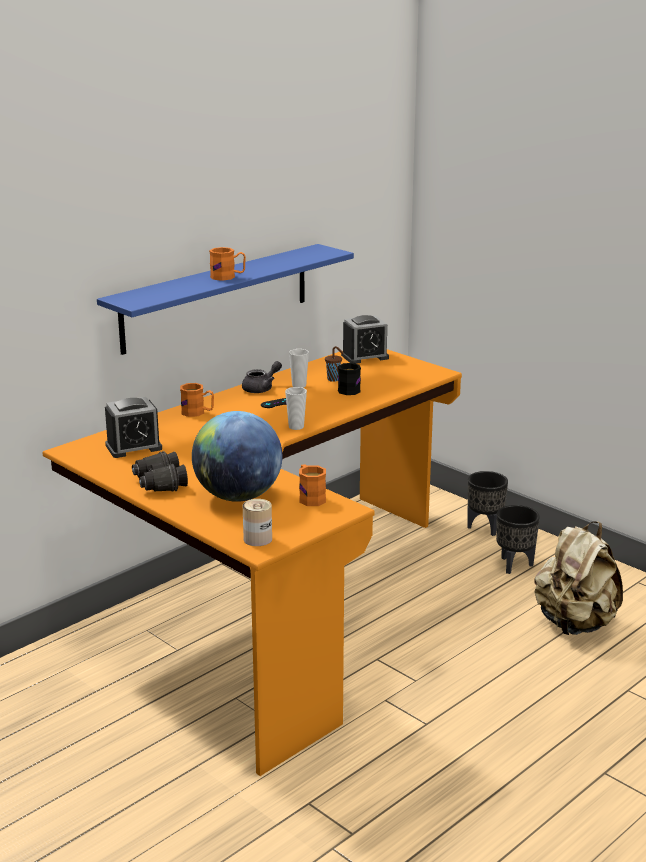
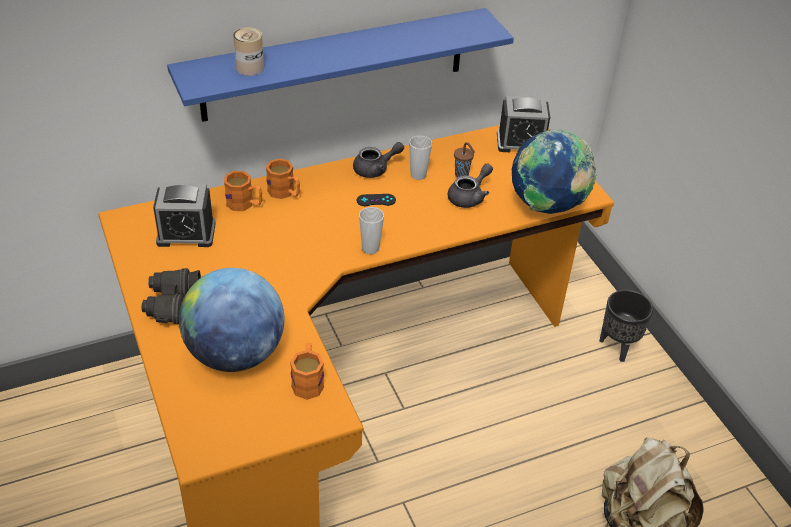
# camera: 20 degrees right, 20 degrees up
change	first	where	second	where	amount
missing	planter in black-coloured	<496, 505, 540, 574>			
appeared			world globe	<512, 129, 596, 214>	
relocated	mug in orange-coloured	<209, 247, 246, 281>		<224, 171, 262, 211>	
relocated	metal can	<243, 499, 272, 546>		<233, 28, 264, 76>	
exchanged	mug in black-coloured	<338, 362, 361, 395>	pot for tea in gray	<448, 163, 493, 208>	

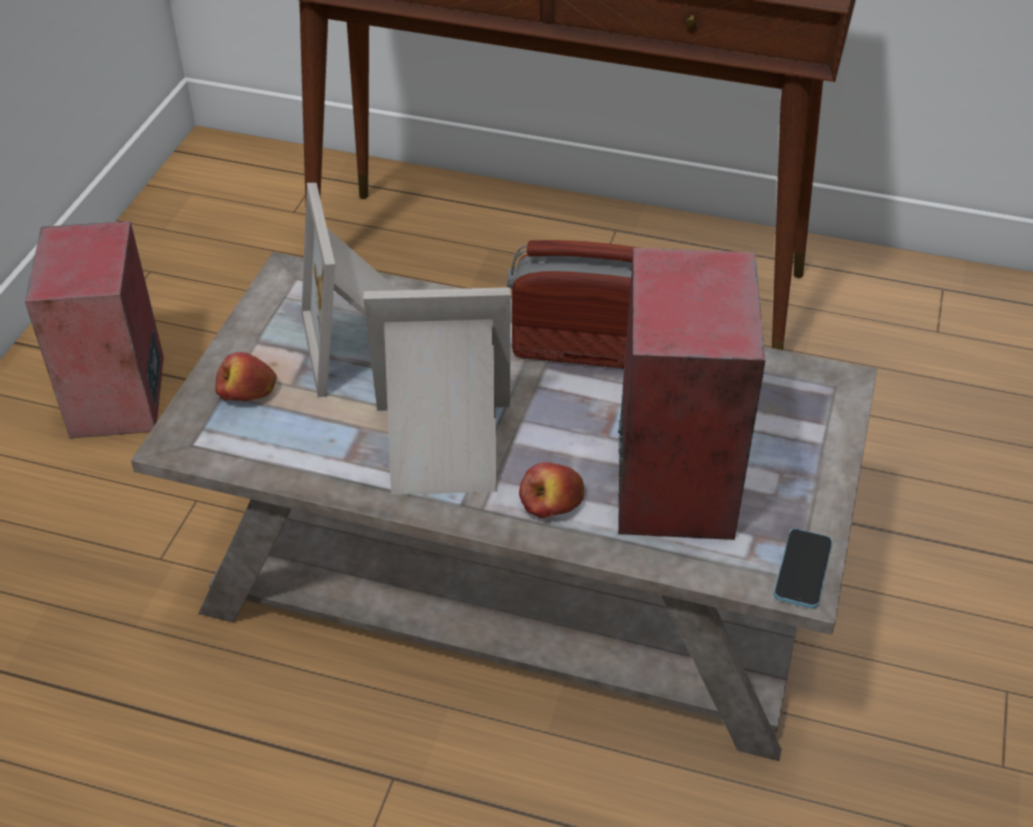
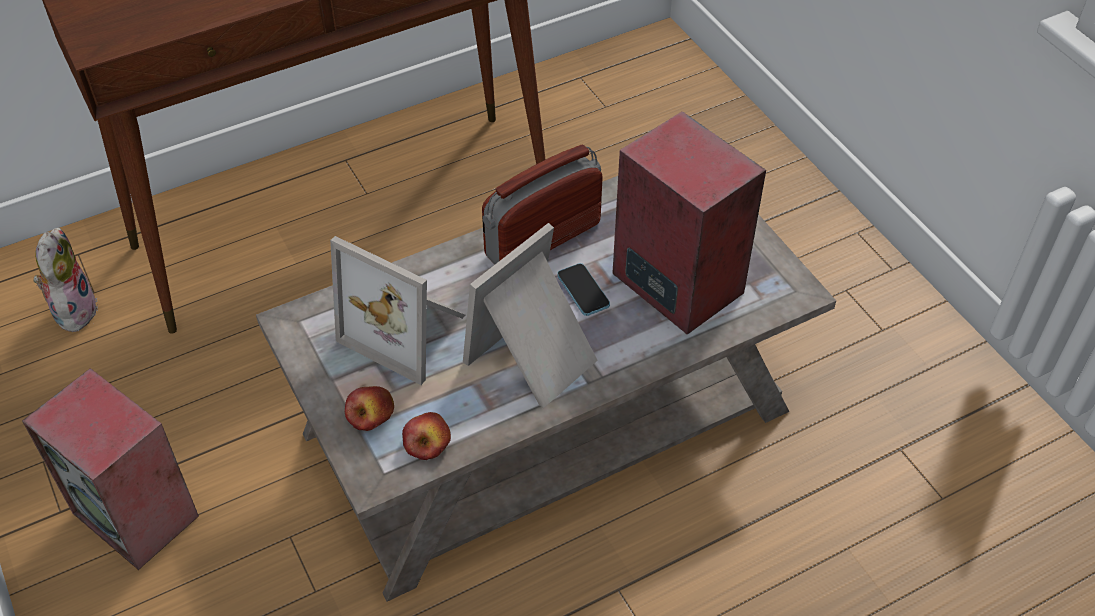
# camera: 45 degrees left, 5 degrees up
change	first	where	second	where	amount
appeared			plush toy	<34, 228, 98, 333>	
relocated	apple fruit	<519, 462, 584, 518>		<402, 412, 451, 460>	
relocated	handset	<774, 528, 833, 609>		<557, 263, 610, 316>	

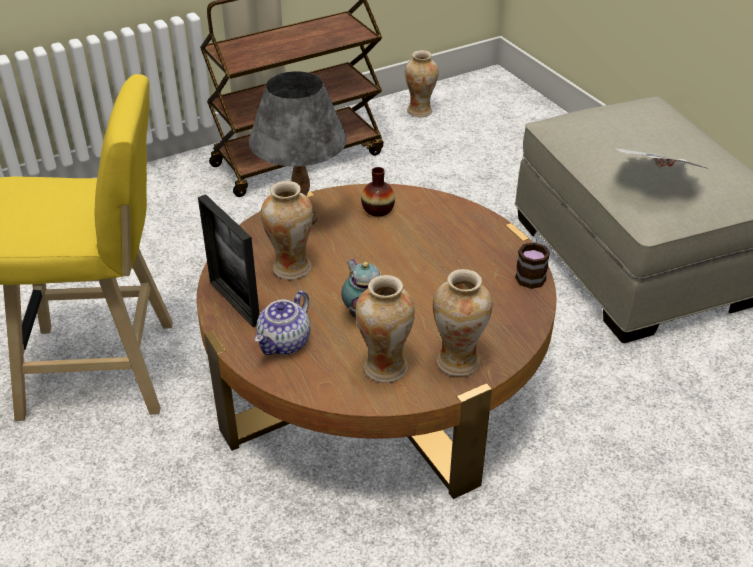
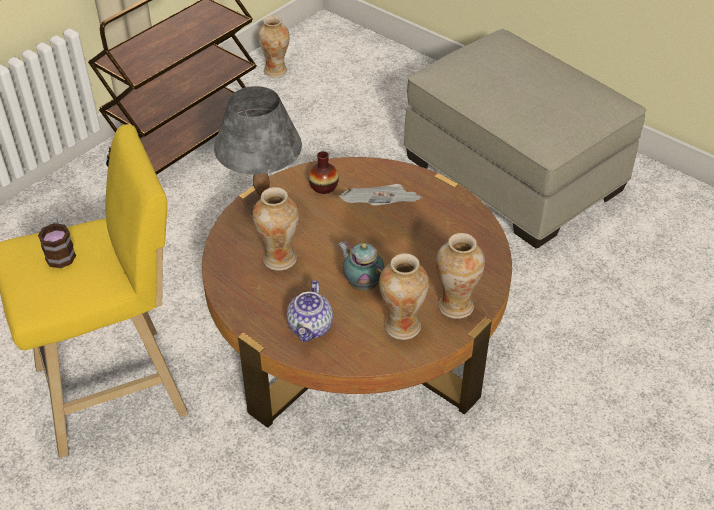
# camera: 20 degrees left, 5 degrees up
change	first	where	second	where	amount
missing	standing frame	<198, 194, 260, 327>			
relocated	mug	<515, 238, 550, 289>		<38, 218, 76, 268>	
relocated	printed paper	<615, 148, 708, 169>		<339, 184, 423, 206>	

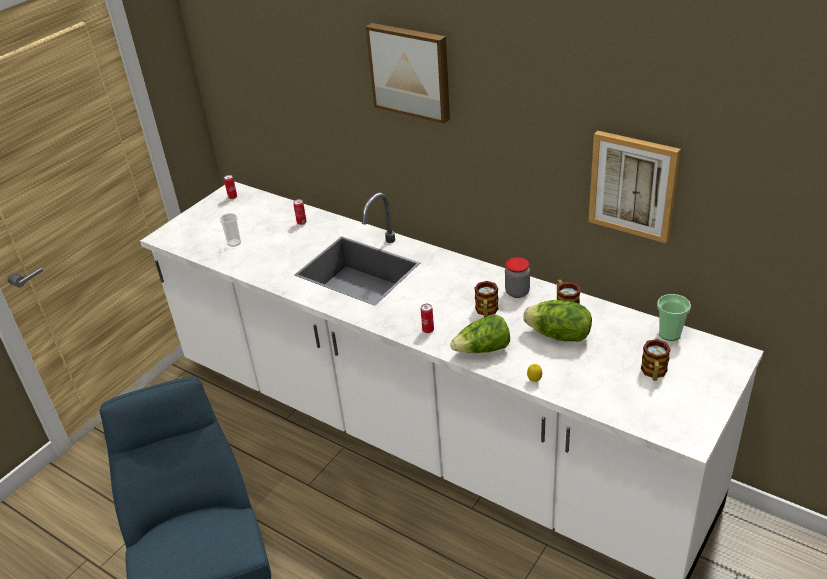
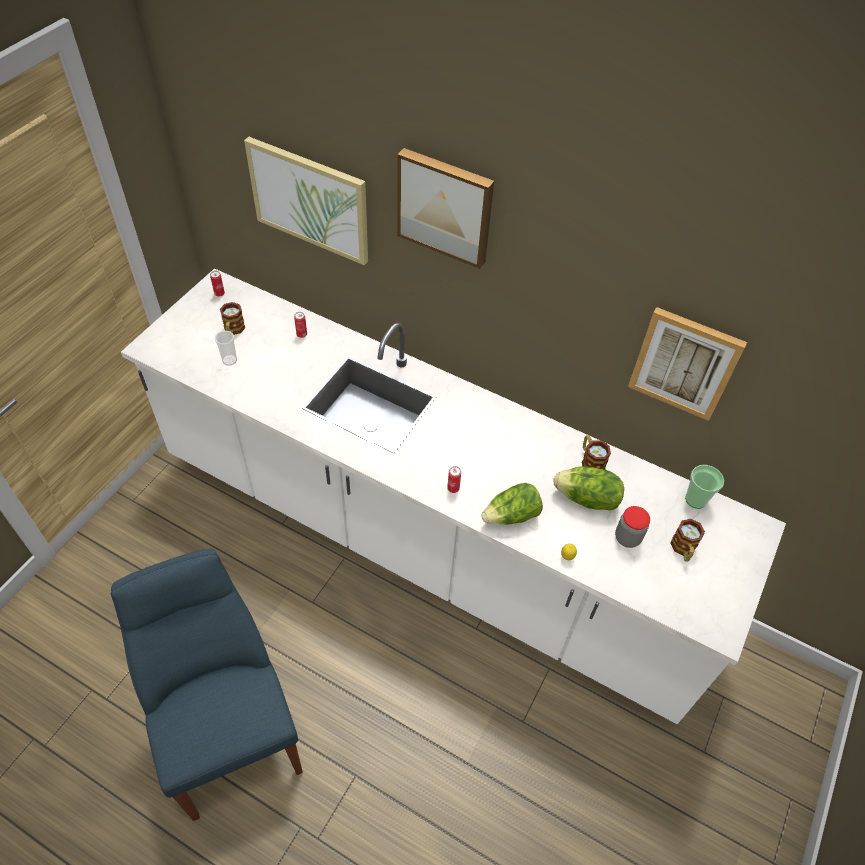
# camera: 10 degrees left, 15 degrees up
change	first	where	second	where	amount
appeared			picture	<244, 137, 368, 265>	
relocated	mug	<474, 281, 499, 317>		<220, 302, 245, 335>	
relocated	storage jar	<505, 257, 530, 298>		<615, 506, 650, 548>	

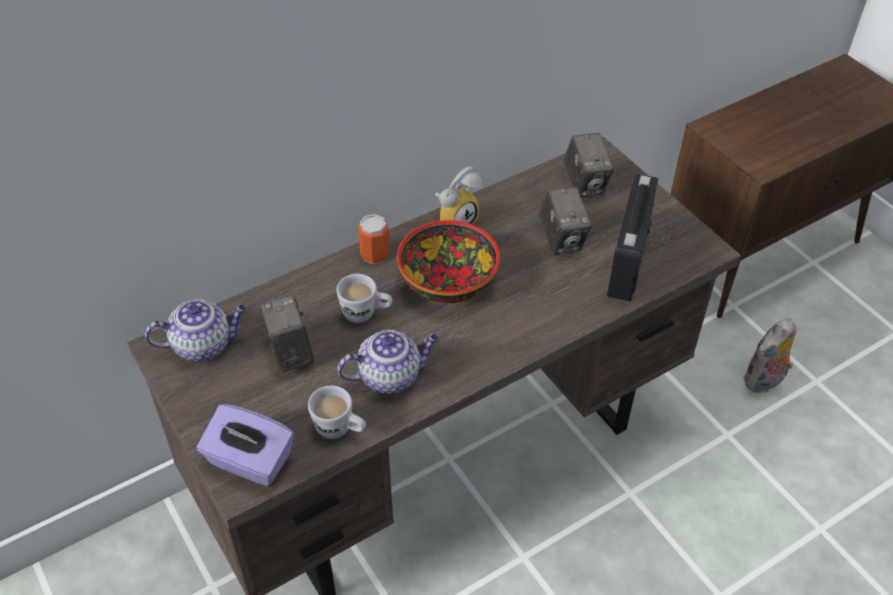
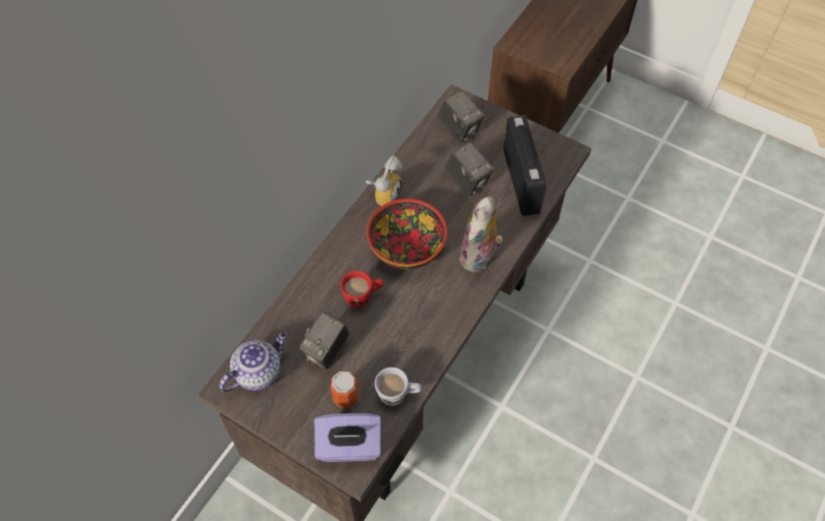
# camera: 25 degrees left, 10 degrees up
change	first	where	second	where	amount
missing	pot for tea	<337, 330, 439, 394>			
relocated	metal can	<358, 214, 390, 264>		<330, 371, 359, 408>	
relocated	plush toy	<743, 318, 796, 393>		<459, 196, 503, 272>	
colour	mug in white	<337, 274, 392, 323>	mug in red	<340, 271, 384, 308>	
spun	photo camera	<260, 295, 315, 373>		<299, 311, 349, 369>	105 degrees counterclockwise

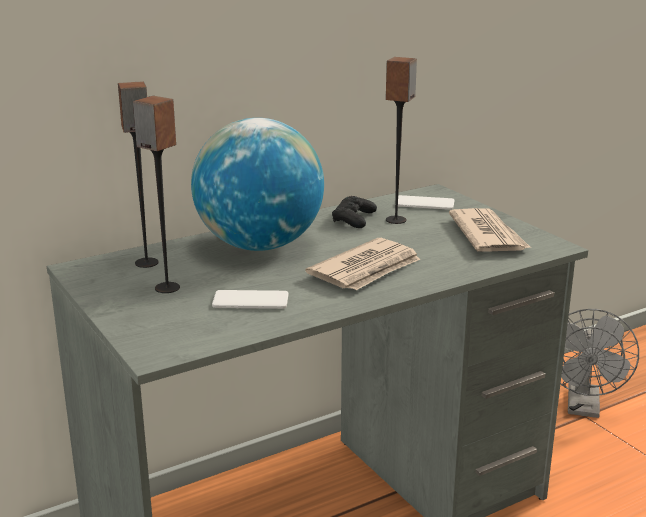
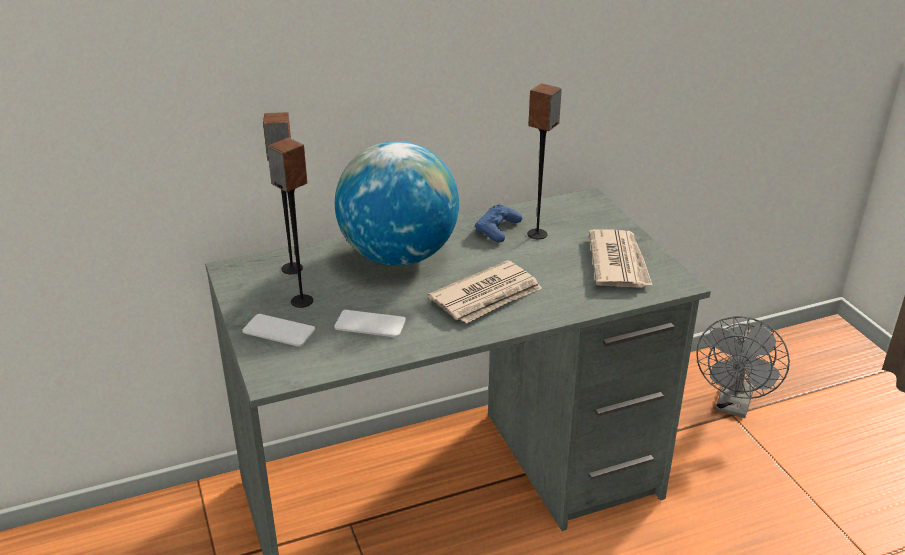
# camera: 10 degrees right, 10 degrees up
change	first	where	second	where	amount
relocated	handset	<398, 195, 454, 210>		<242, 314, 315, 347>	
colour	joypad in black-coloured	<332, 196, 377, 228>	joypad in blue-coloured	<475, 205, 523, 243>	

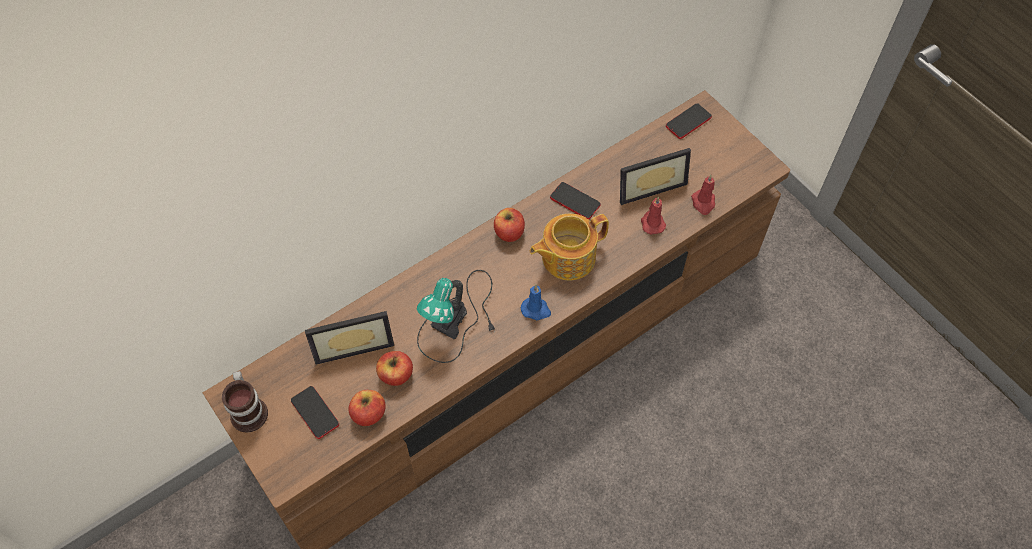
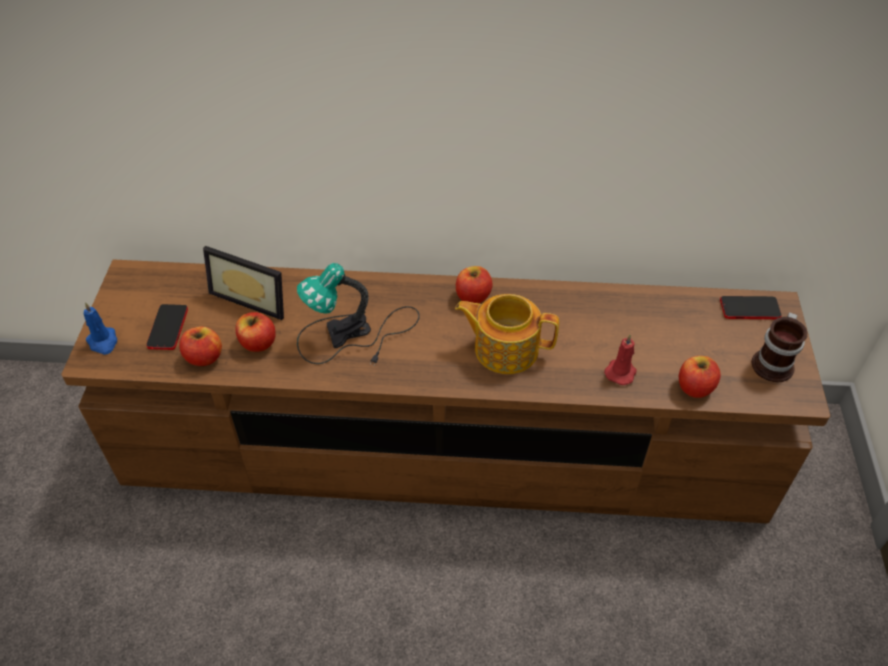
# camera: 40 degrees right, 10 degrees down
change	first	where	second	where	amount
missing	handset	<550, 182, 601, 220>			
missing	standing frame	<620, 148, 691, 205>			
relocated	mug	<222, 371, 268, 432>		<752, 312, 807, 382>	
relocated	wax candle in blue-coloured	<521, 285, 551, 320>		<84, 302, 117, 355>	
exchanged	wax candle in red	<691, 175, 715, 215>	apple fruit	<679, 356, 721, 398>	

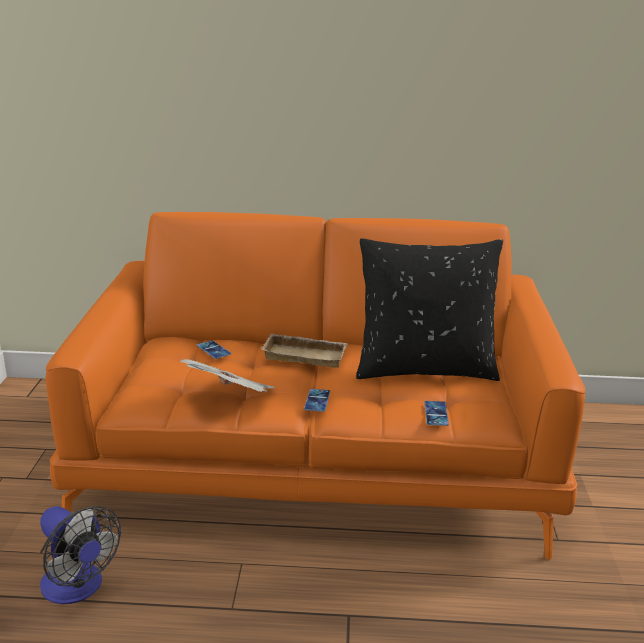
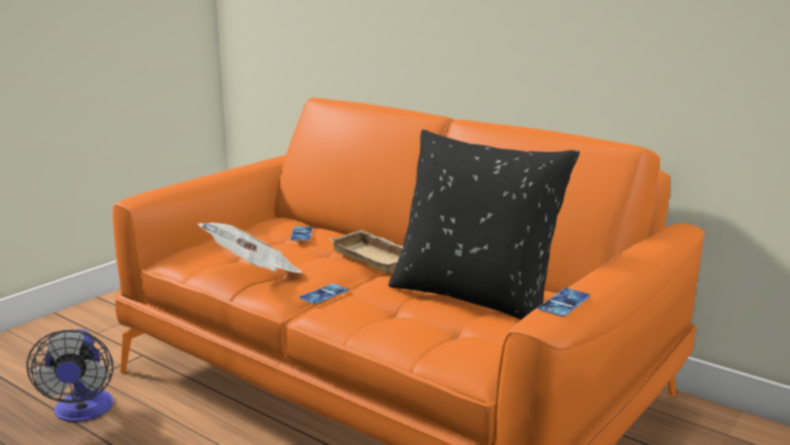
# camera: 35 degrees right, 5 degrees down
change	first	where	second	where	amount
relocated	handset	<424, 401, 449, 426>		<538, 288, 590, 317>	

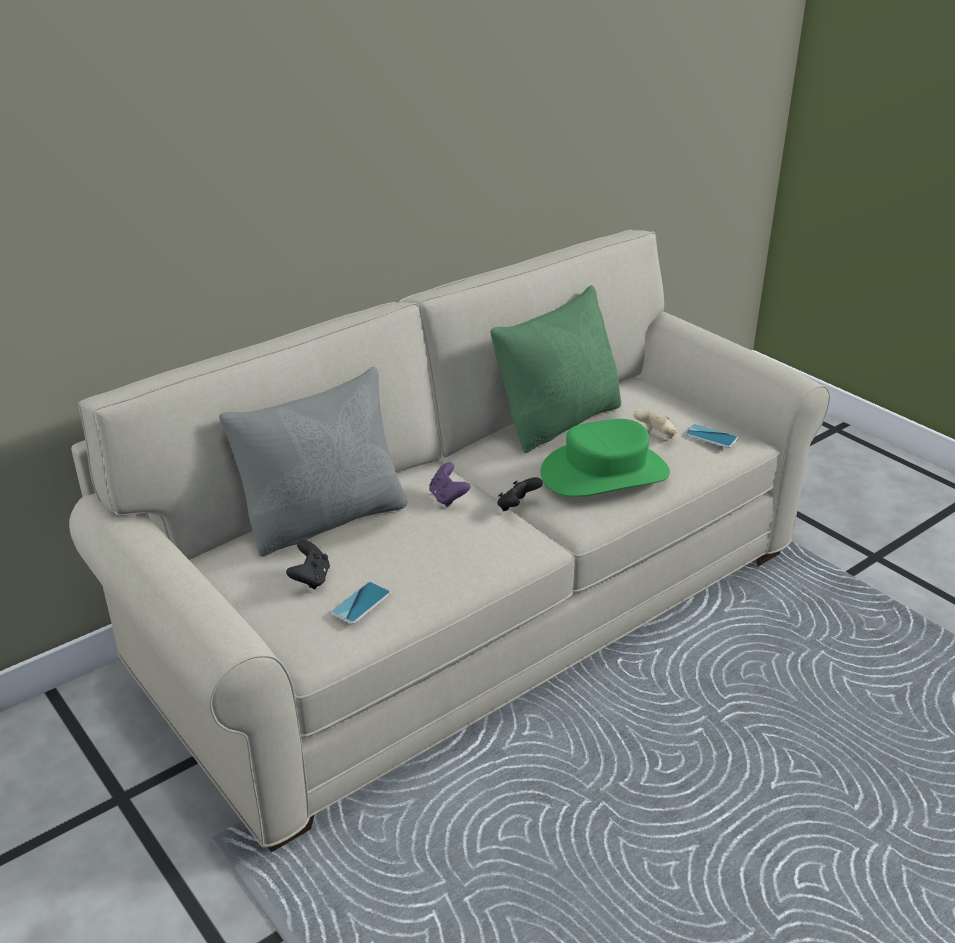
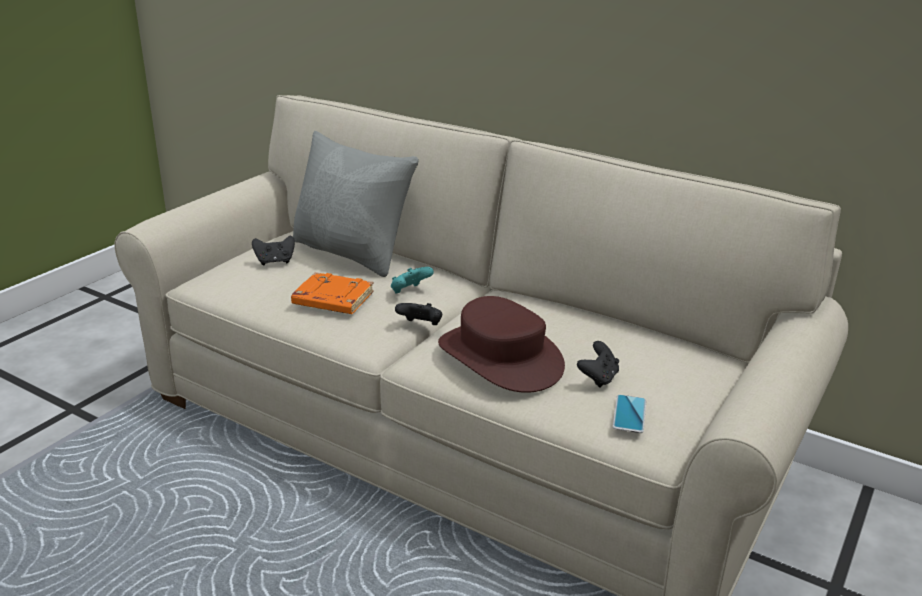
# camera: 70 degrees right, 5 degrees down
change	first	where	second	where	amount
missing	handset	<331, 582, 391, 624>			
missing	throw pillow in green-coloured	<490, 285, 621, 453>			
appeared			bound book in orange-coloured	<291, 272, 374, 314>	
colour	joypad in purplish	<429, 462, 470, 507>	joypad in turquoise	<391, 267, 434, 294>	
colour	clothing hat in green-coloured	<541, 419, 670, 497>	clothing hat in brownish	<438, 296, 565, 393>	
colour	joypad in beige-coloured	<633, 410, 677, 439>	joypad in black-coloured	<577, 341, 619, 388>	

